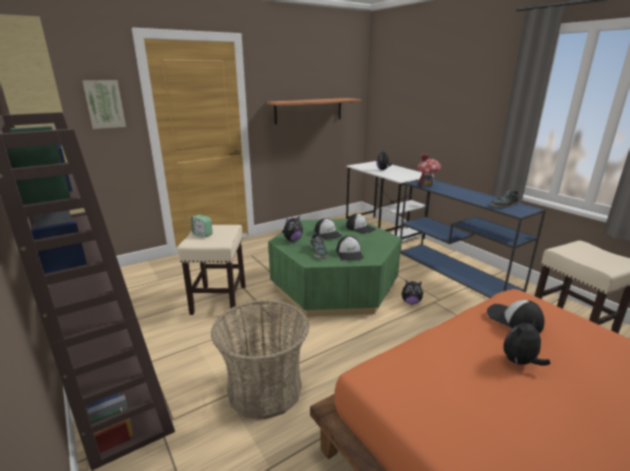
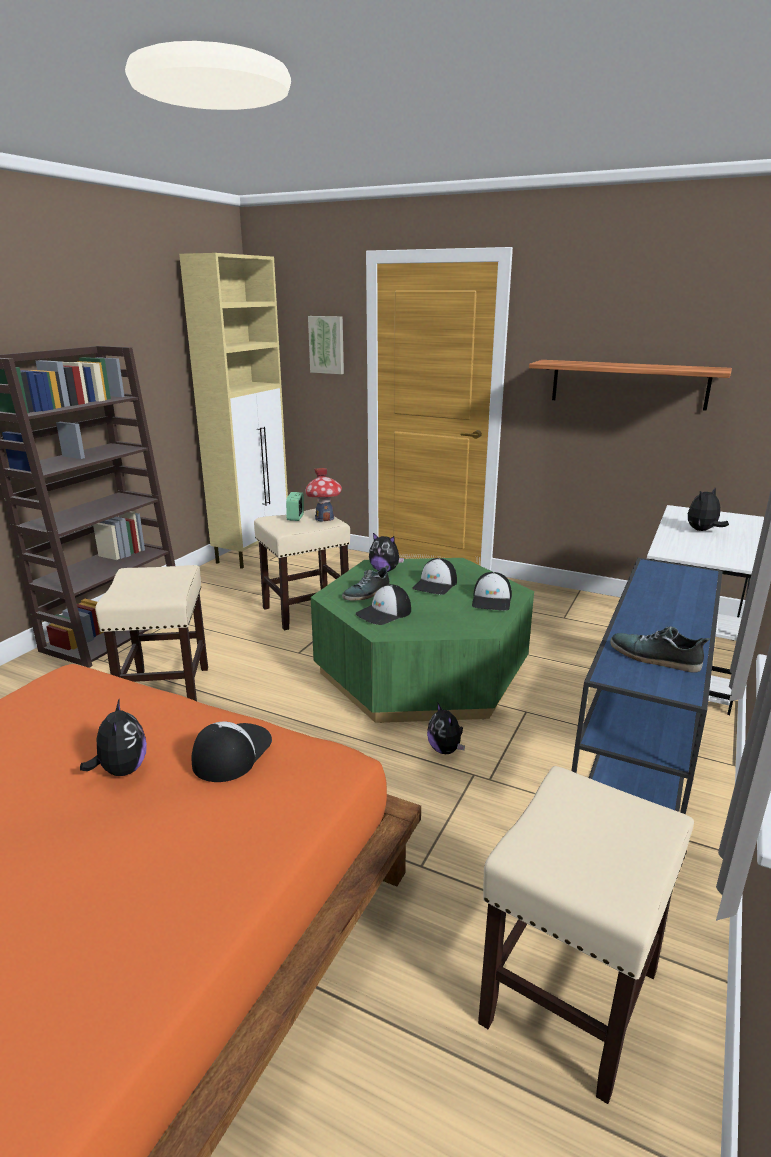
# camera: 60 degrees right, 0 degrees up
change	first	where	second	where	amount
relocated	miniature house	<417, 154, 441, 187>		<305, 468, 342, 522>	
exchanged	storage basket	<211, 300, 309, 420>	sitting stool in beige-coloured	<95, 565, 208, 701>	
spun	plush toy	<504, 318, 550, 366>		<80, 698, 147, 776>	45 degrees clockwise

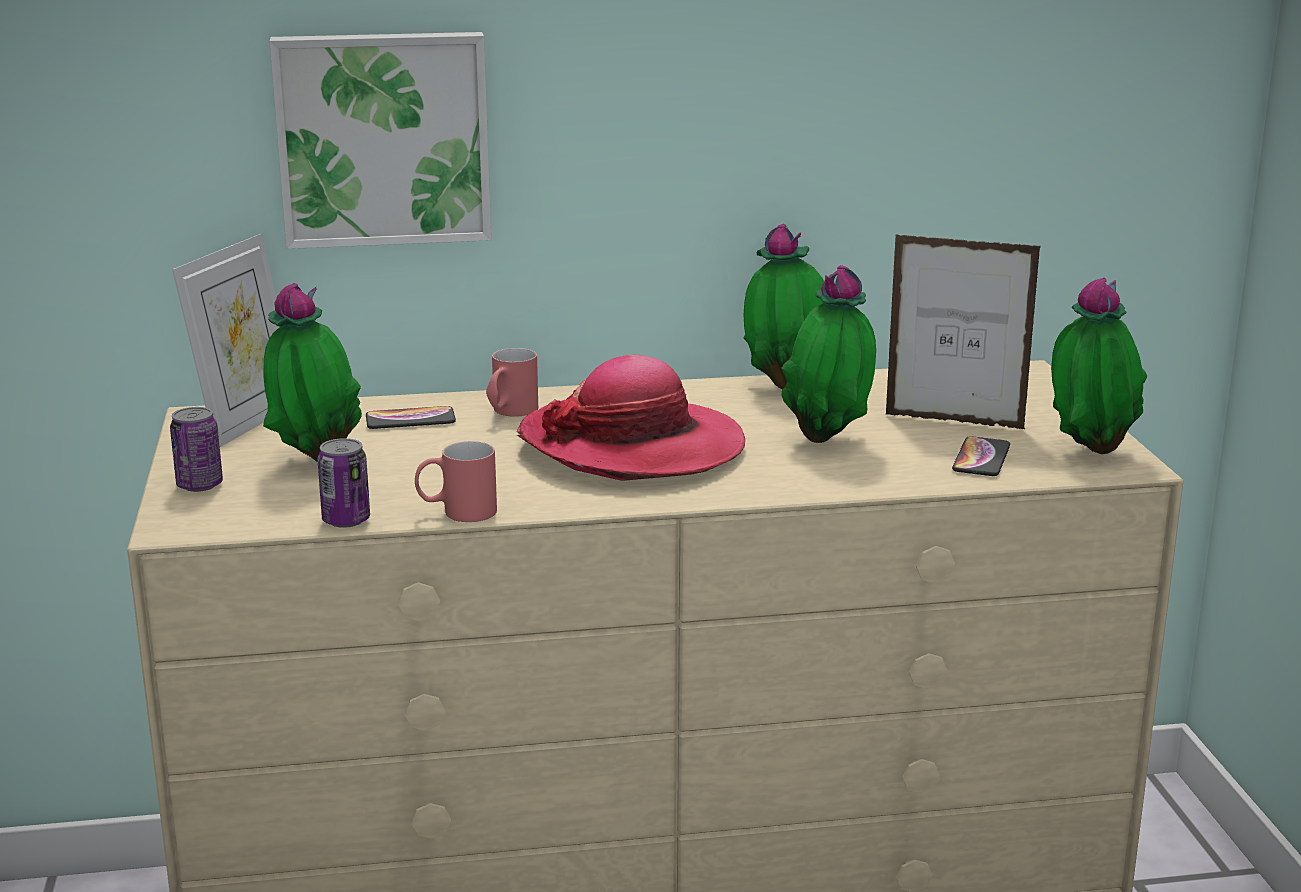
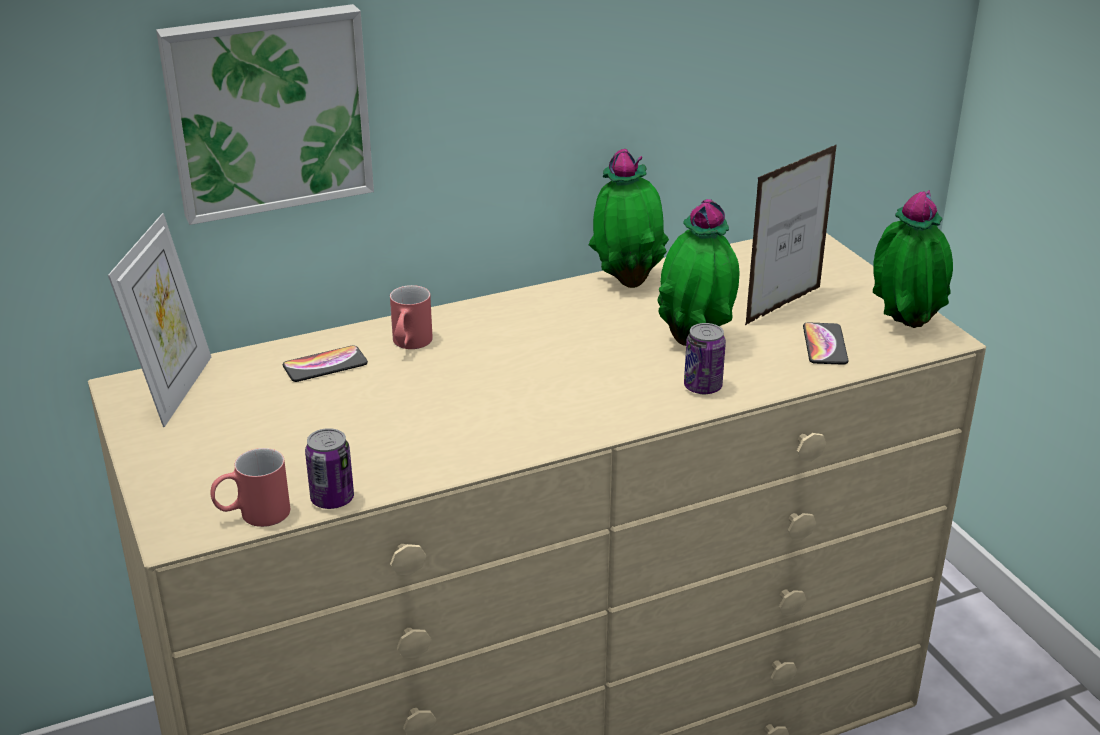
# camera: 15 degrees left, 10 degrees up
change	first	where	second	where	amount
missing	plant in a pot	<263, 283, 362, 462>			
missing	clothing hat	<517, 355, 745, 481>			
relocated	metal can	<170, 407, 223, 492>		<684, 323, 726, 394>	
relocated	mug in red	<415, 441, 497, 522>		<210, 448, 290, 527>	
spun	standing frame	<886, 234, 1041, 429>		<745, 144, 837, 325>	135 degrees clockwise

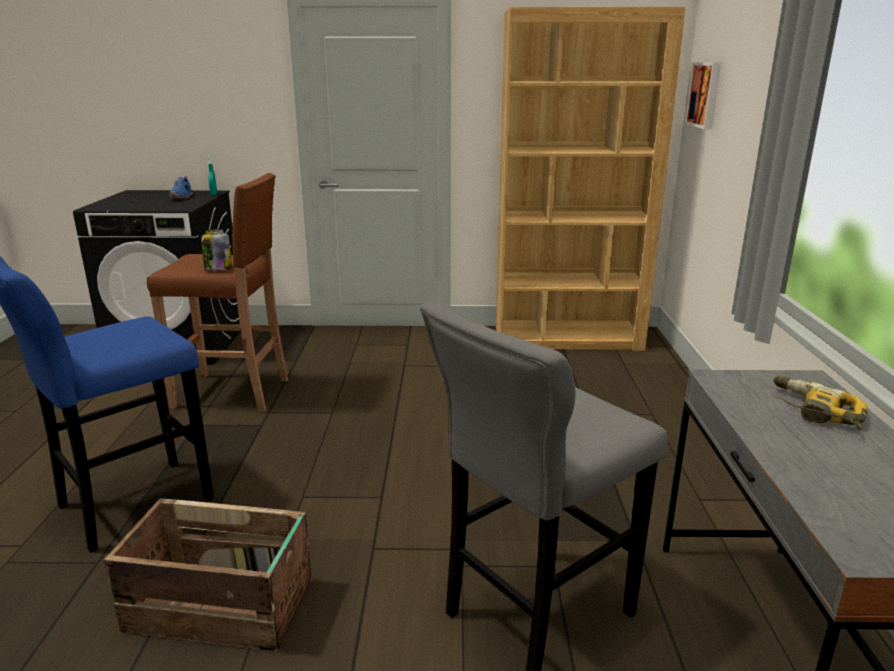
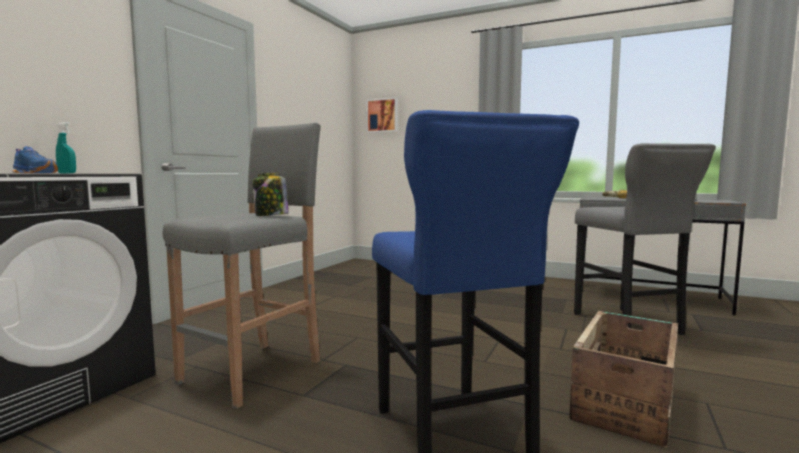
# camera: 65 degrees left, 15 degrees down
change	first	where	second	where	amount
missing	bookcase in brownish	<496, 7, 685, 351>			
colour	sitting stool in brownish	<147, 173, 288, 412>	sitting stool in gray	<162, 123, 321, 409>	

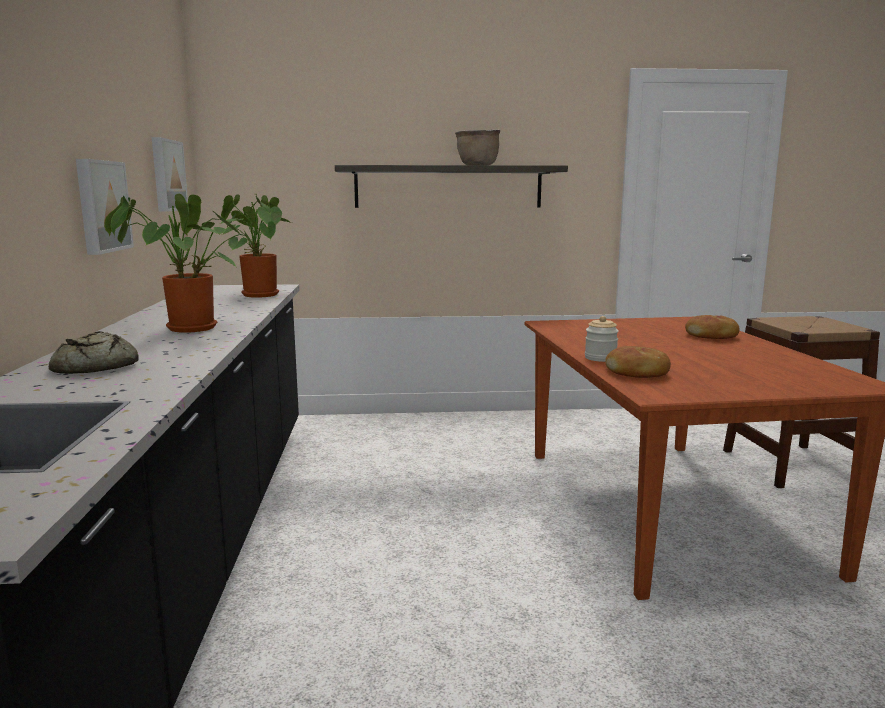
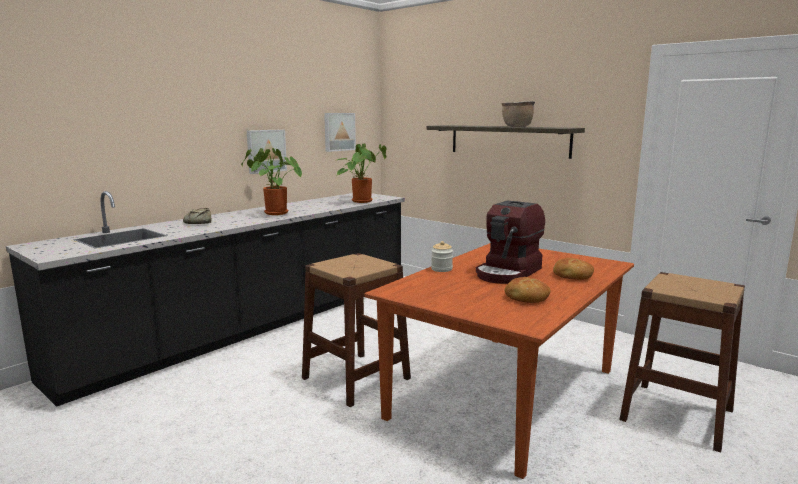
# camera: 45 degrees right, 0 degrees up
change	first	where	second	where	amount
appeared			sitting stool in brownish	<302, 253, 411, 407>	
appeared			coffee machine	<476, 201, 545, 284>	
relocated	bread	<605, 346, 671, 378>		<504, 277, 550, 303>	

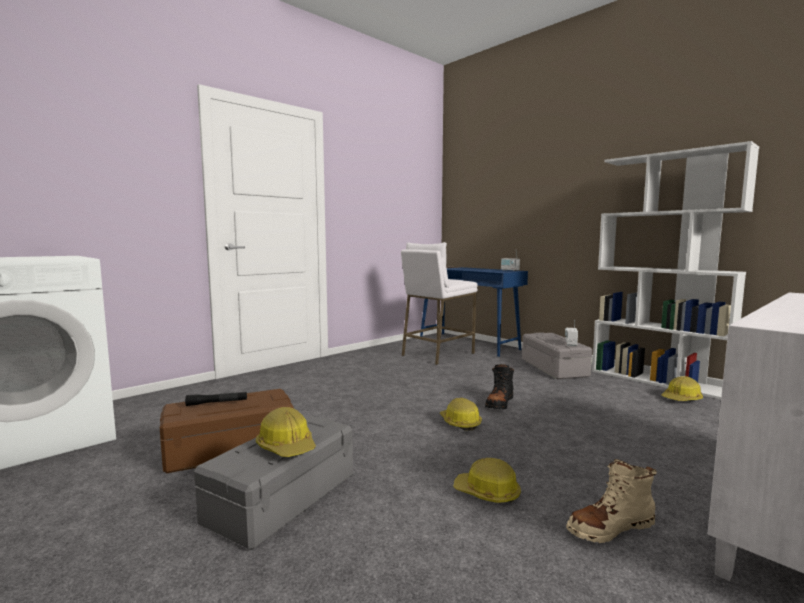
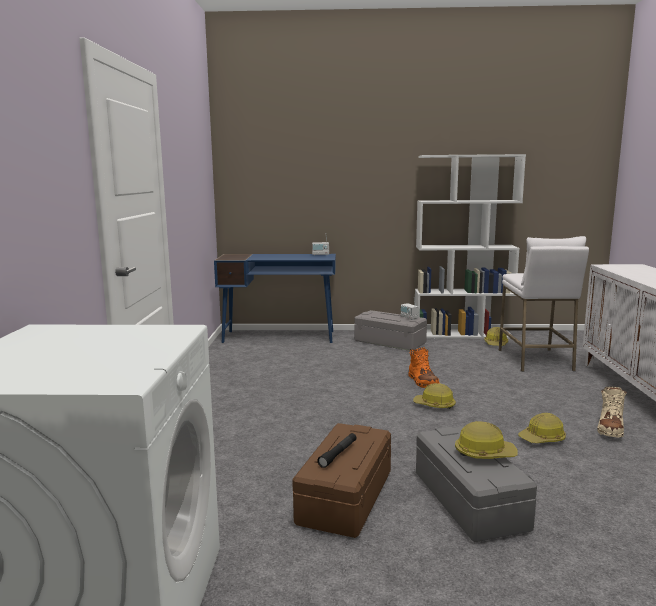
# camera: 45 degrees left, 5 degrees up
change	first	where	second	where	amount
relocated	sitting stool in white	<401, 242, 478, 365>		<499, 236, 589, 372>	
colour	tall boot in black-coloured	<485, 364, 514, 409>	tall boot in orange-coloured	<408, 347, 440, 388>	

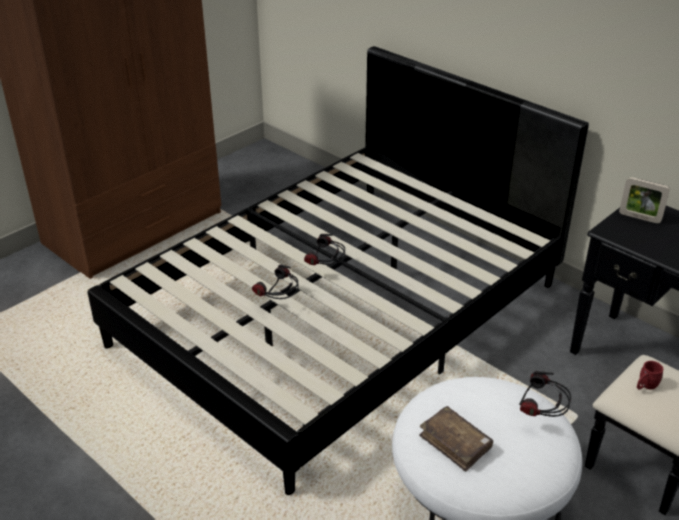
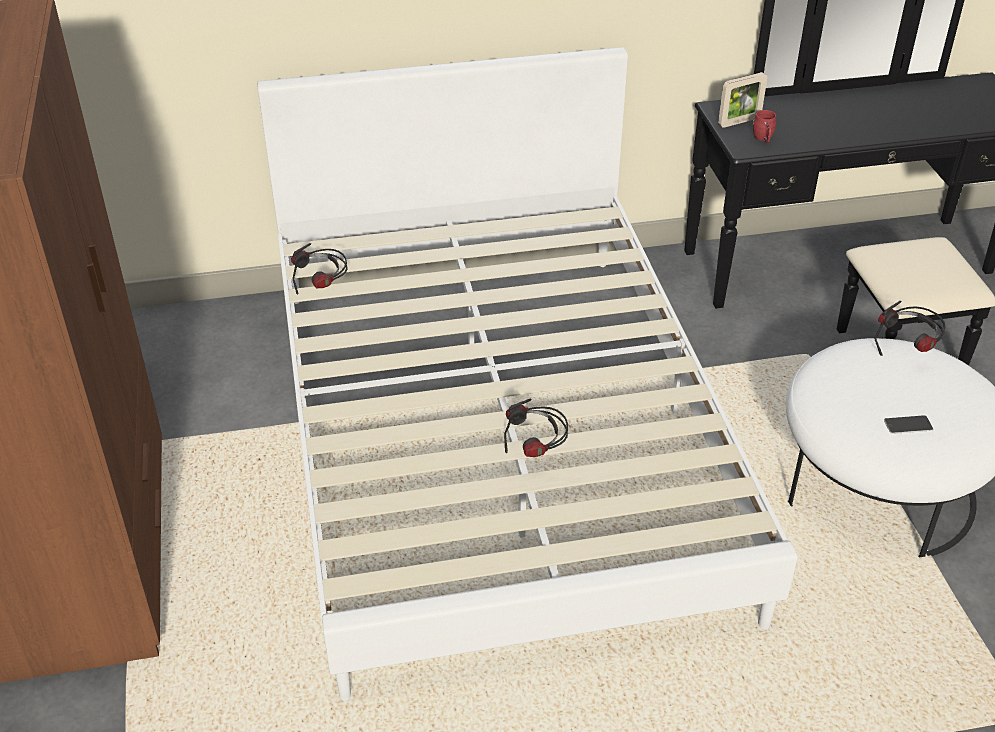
# camera: 55 degrees left, 5 degrees up
change	first	where	second	where	amount
relocated	headset	<304, 234, 345, 265>		<291, 243, 348, 295>	
relocated	mug in red	<637, 361, 663, 390>		<753, 110, 776, 143>	
exchanged	bound book in brownish	<419, 406, 493, 472>	handset	<884, 415, 933, 434>	
colour	bedroom bed in black-coloured	<88, 46, 589, 495>	bedroom bed in white	<257, 47, 797, 701>	

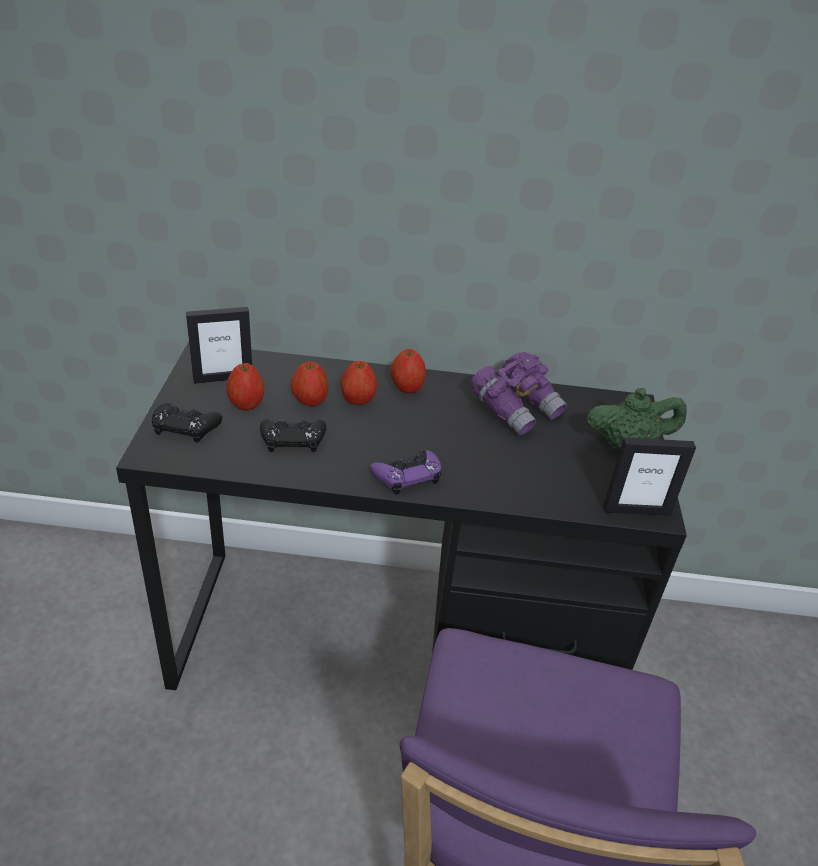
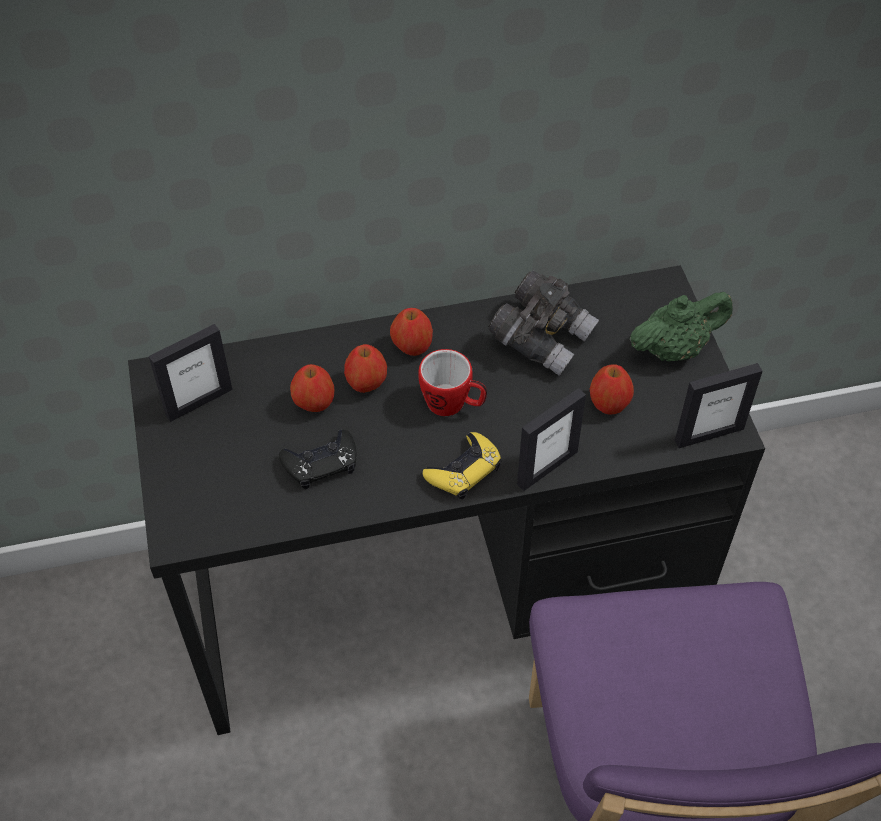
# camera: 15 degrees left, 15 degrees up
change	first	where	second	where	amount
missing	joypad in black-coloured	<152, 403, 222, 443>			
appeared			mug	<418, 349, 487, 416>	
appeared			standing frame	<517, 388, 586, 491>	
relocated	apple fruit	<226, 363, 264, 411>		<590, 364, 634, 415>	
colour	joypad in purplish	<370, 450, 441, 495>	joypad in yellowish	<423, 432, 502, 499>	
colour	field glasses in purplish	<470, 352, 567, 436>	field glasses in gray	<488, 271, 599, 376>	

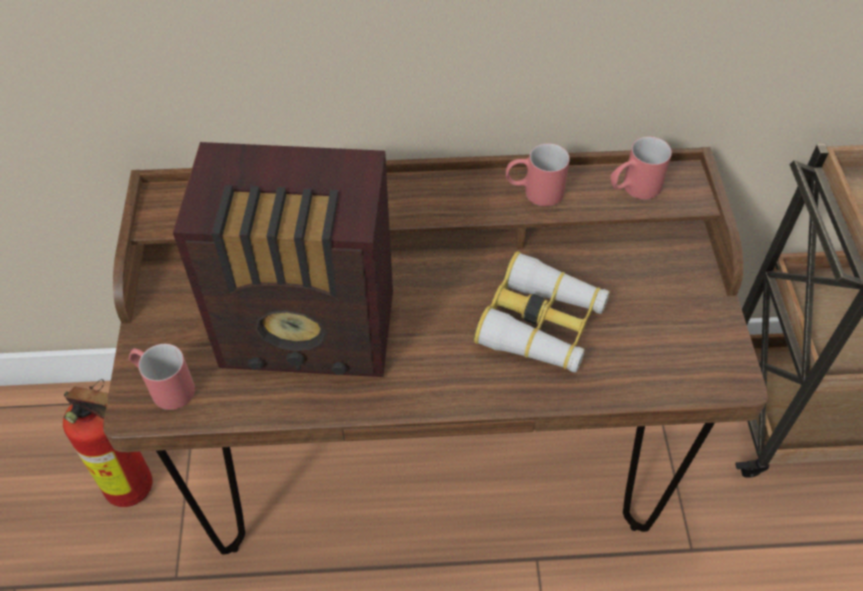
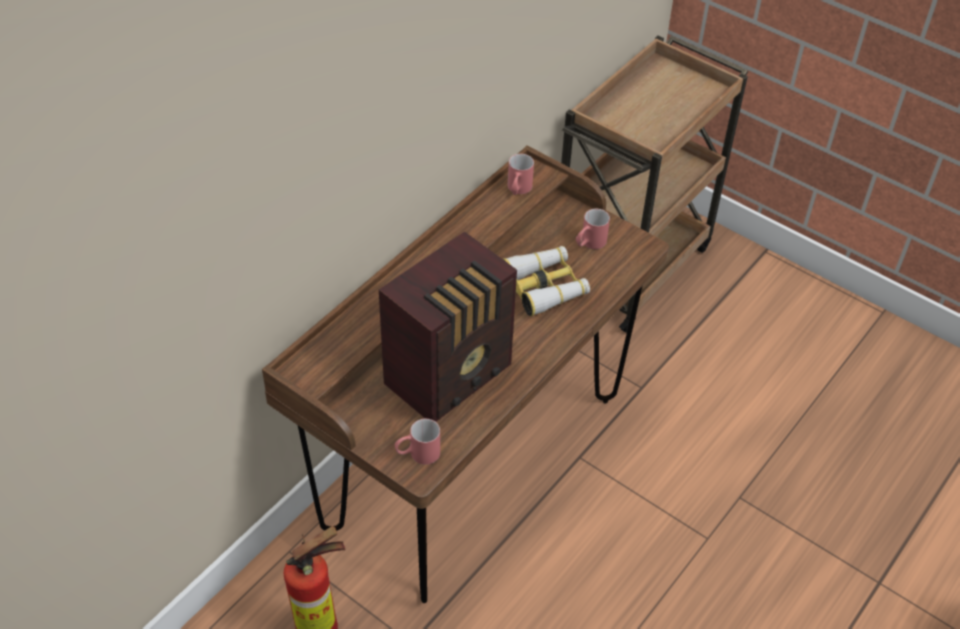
# camera: 50 degrees left, 5 degrees down
change	first	where	second	where	amount
relocated	mug in red	<506, 143, 570, 207>		<576, 209, 610, 249>	

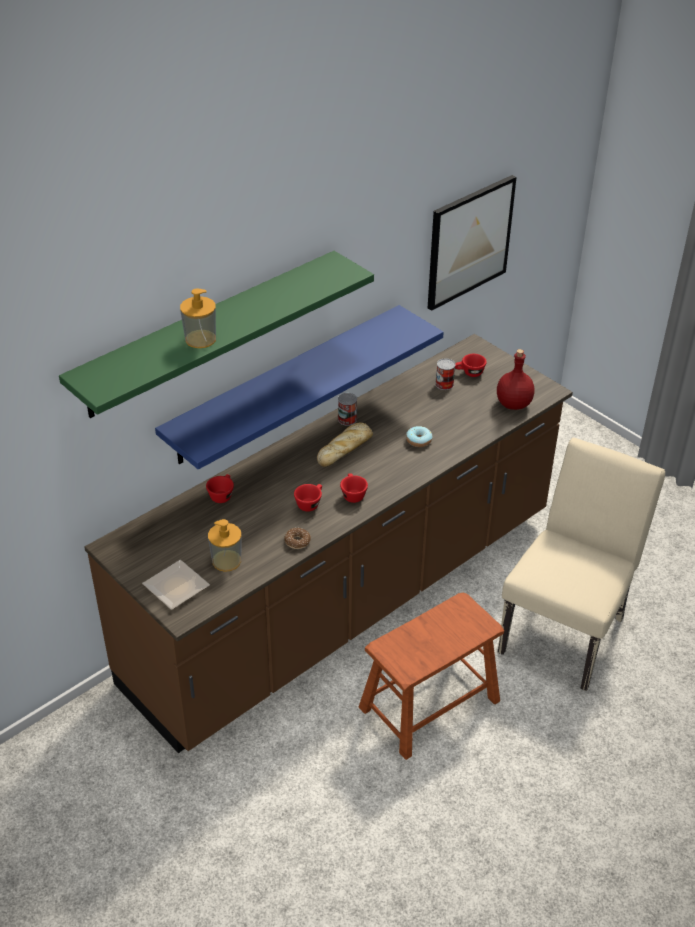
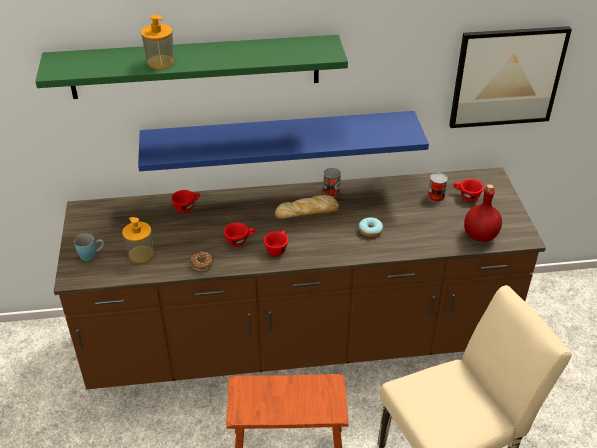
# camera: 35 degrees right, 0 degrees up
change	first	where	second	where	amount
exchanged	plate	<142, 560, 210, 610>	mug in blue-coloured	<74, 233, 104, 261>	

